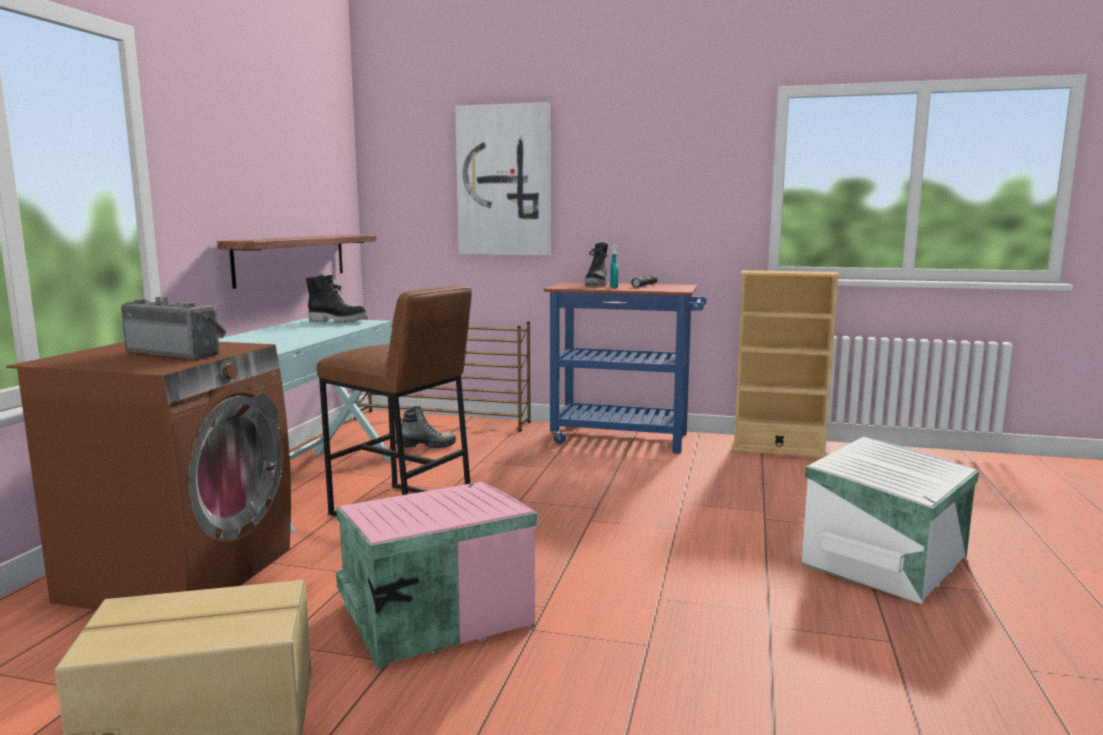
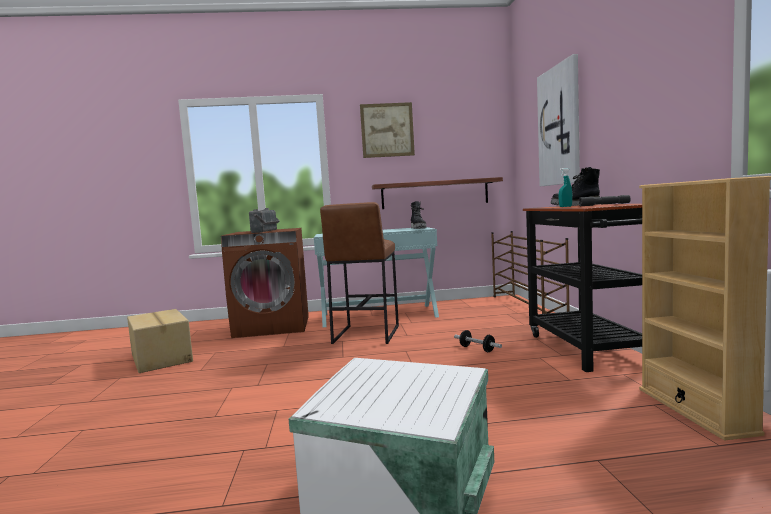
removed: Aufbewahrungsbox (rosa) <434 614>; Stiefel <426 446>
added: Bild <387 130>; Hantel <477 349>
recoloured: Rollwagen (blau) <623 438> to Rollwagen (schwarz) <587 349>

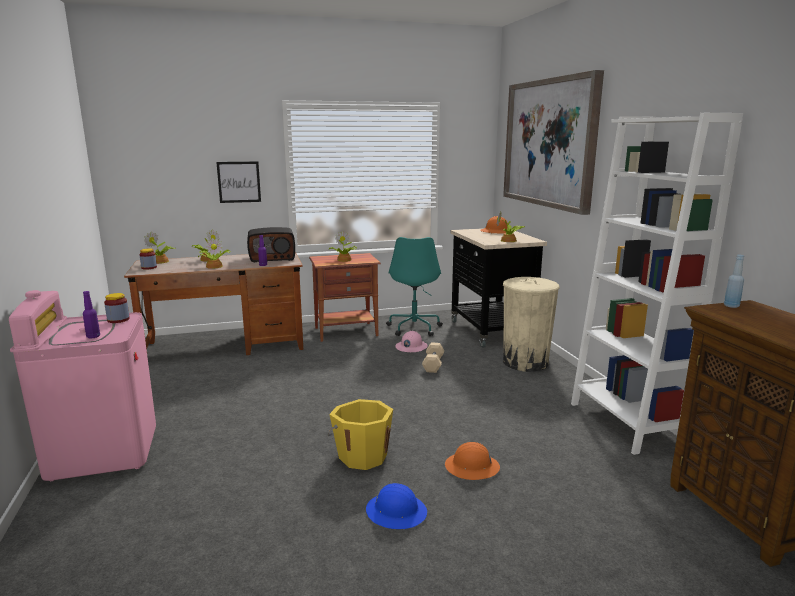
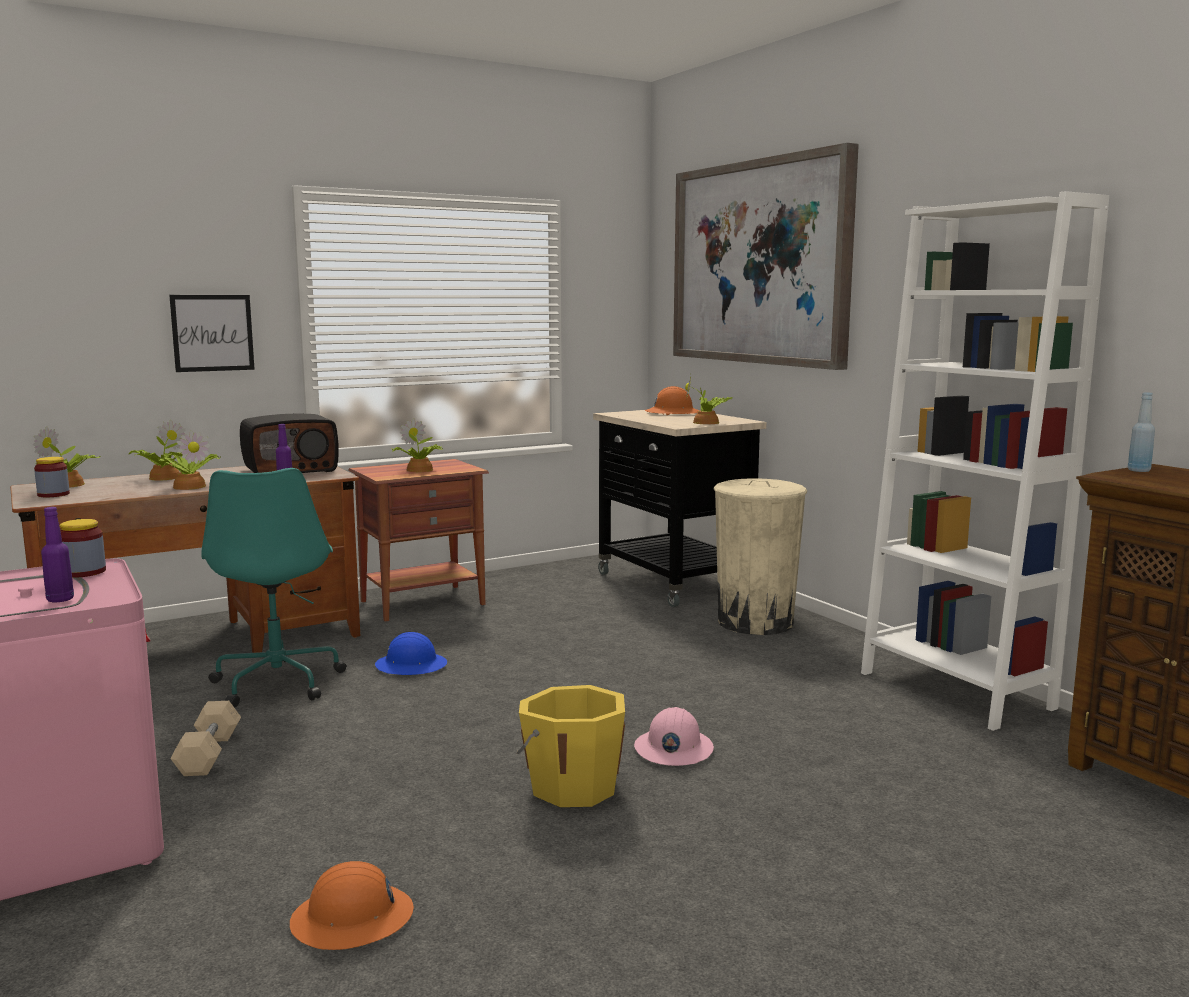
moved: Schutzhelm (blau) <396 512> to <411 666>; Bürostuhl (türkis) <414 329> to <277 685>; Schutzhelm (rosa) <411 347> to <673 749>; Hantel (beige) <433 364> to <208 754>; Schutzhelm (orange) <472 467> to <352 919>

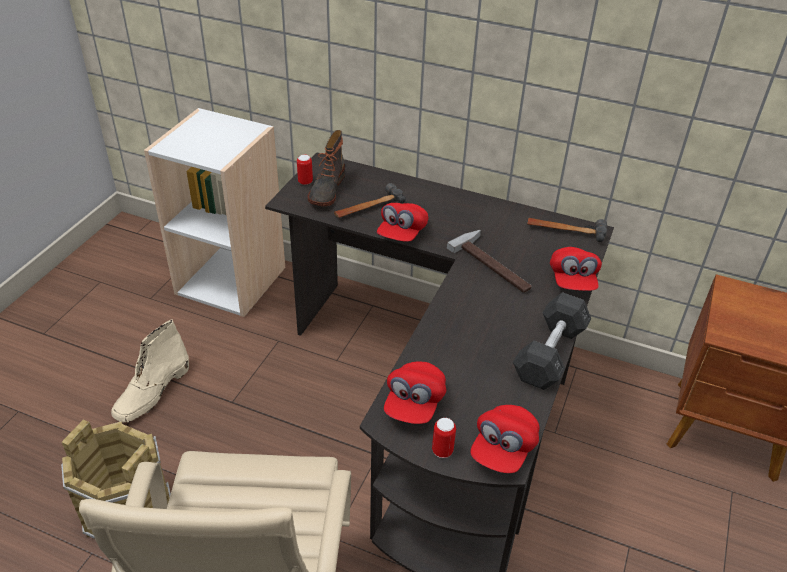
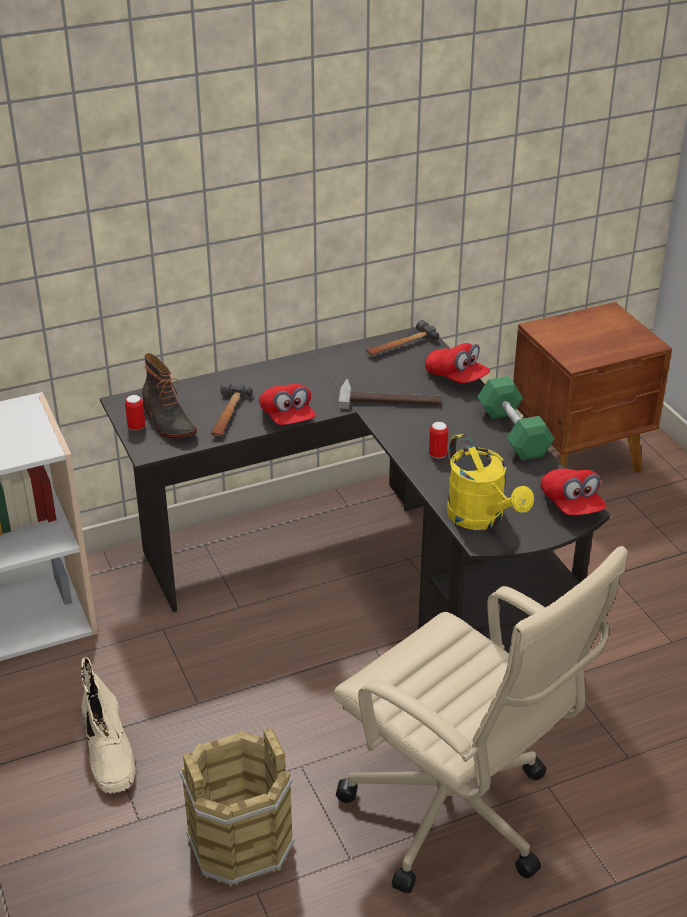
moved: Dose <442 450> to <437 454>
replaced: Kappe (rot) <414 403> to Gießkanne (gelb) <482 519>
recoloured: Hantel (grau) <550 353> to Hantel (grün) <513 433>

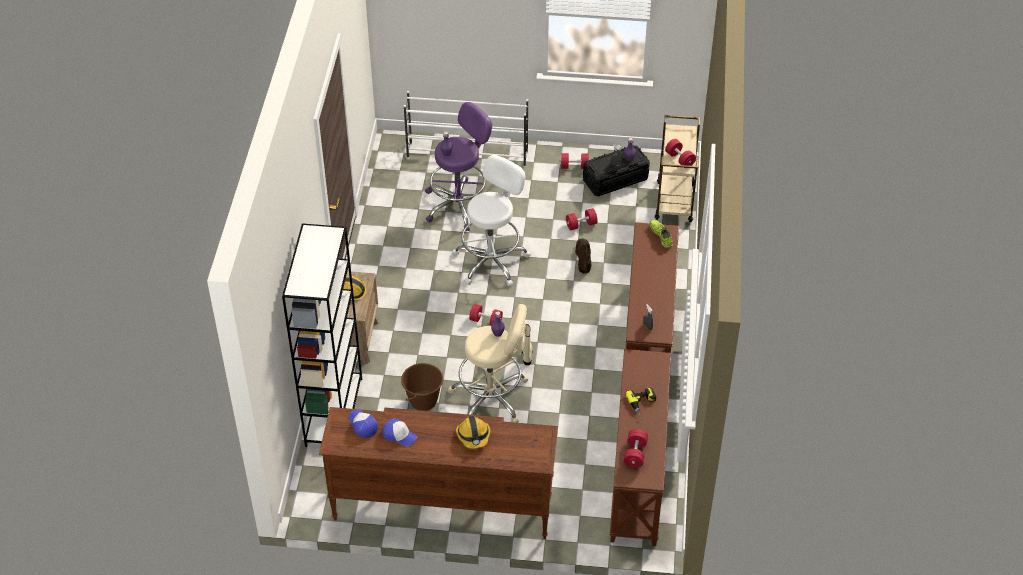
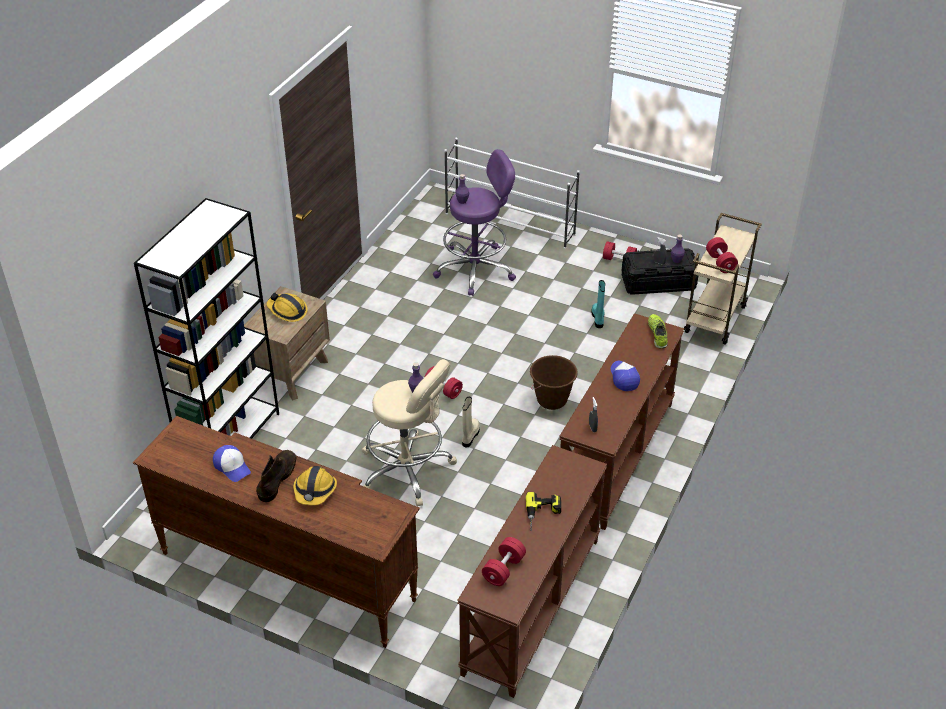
removed: Hocker (weiß) <491 260>
moved: Kappe <362 425> to <623 378>; Eimer (braun) <423 401> to <552 400>; Stiefel (braun) <583 257> to <277 478>
replaced: Hantel (rot) <581 225> to Stiefel (türkis) <598 318>

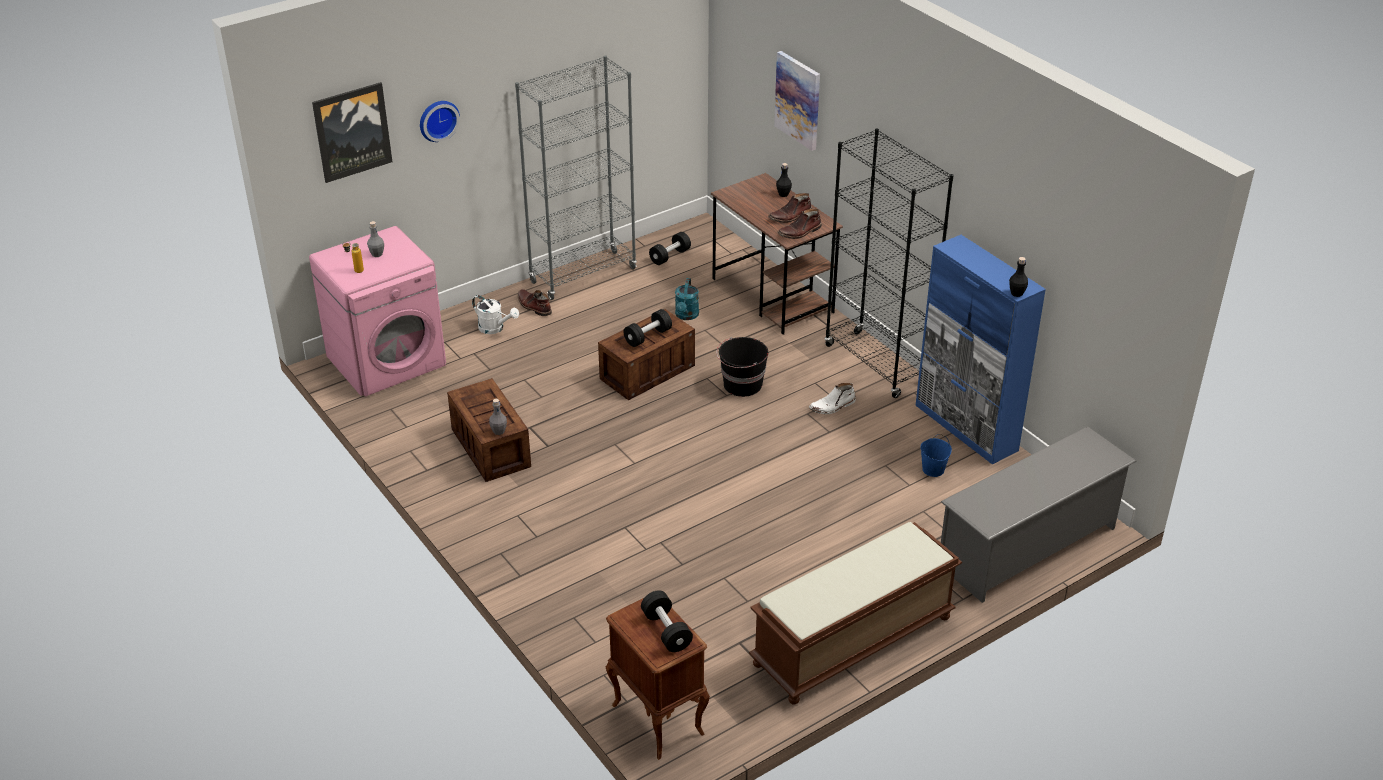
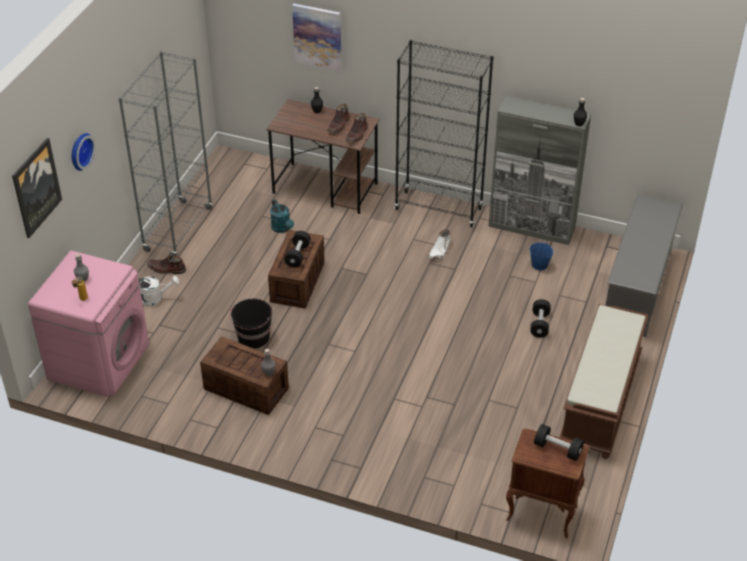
moved: Hantel (schwarz) <670 256> to <539 324>; Eimer (schwarz) <742 385> to <253 338>
recoloured: Schrank (blau) <966 428> to Schrank (grau) <532 228>

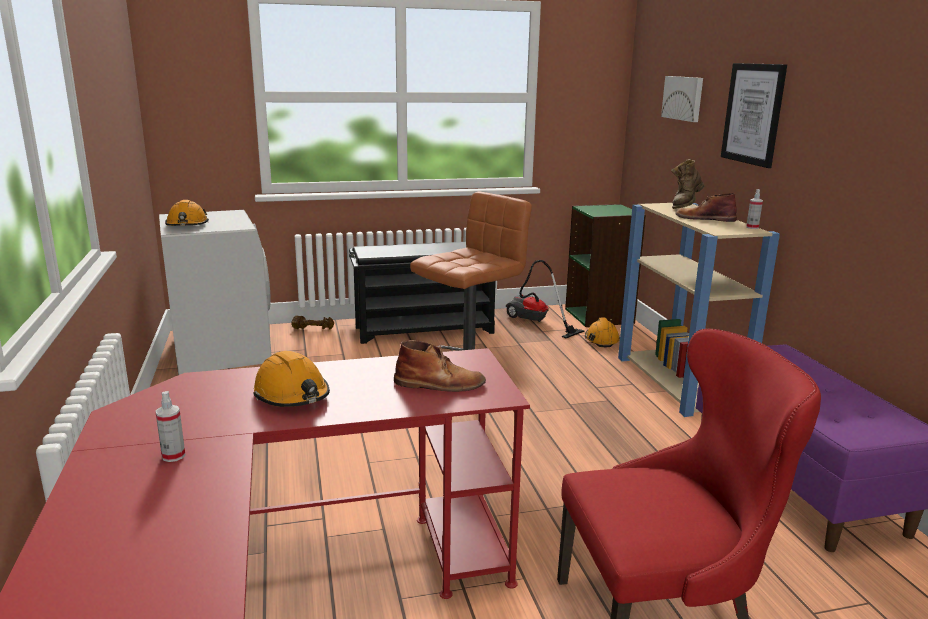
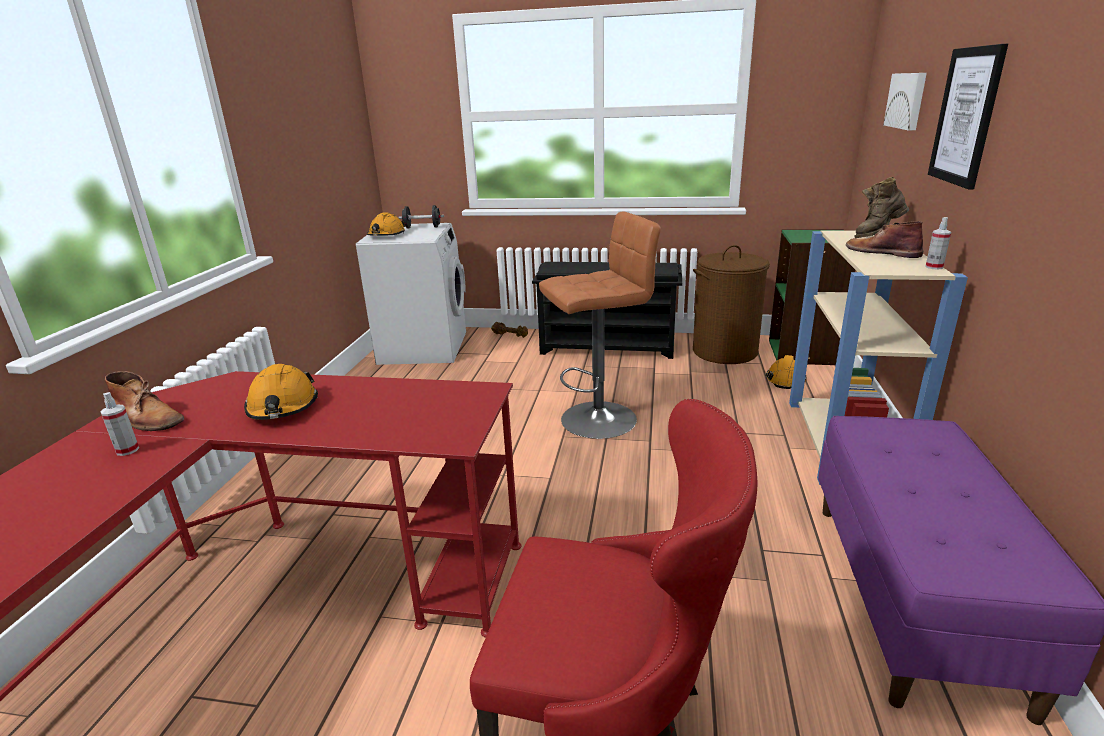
added: Hantel (schwarz) <422 227>
moved: Stiefel (braun) <440 384> to <147 419>
replaced: Staubsauger <535 322> to Wäschekorb (braun) <724 351>

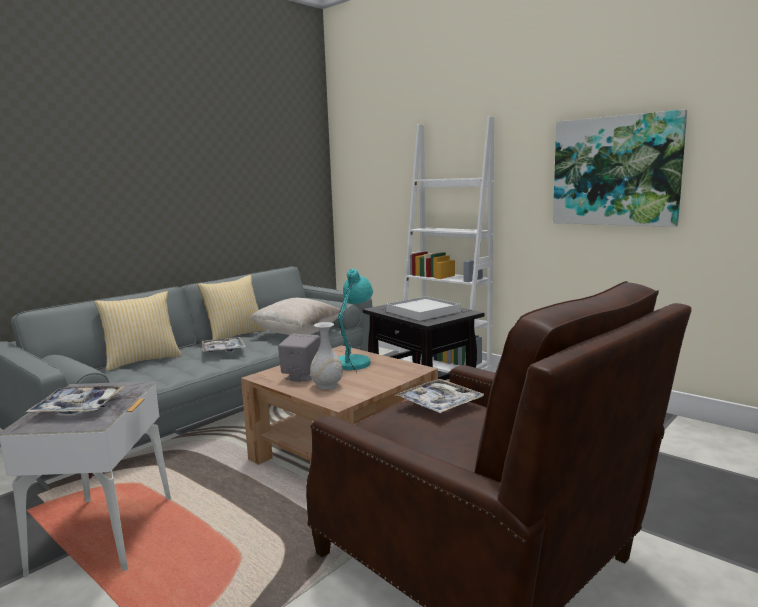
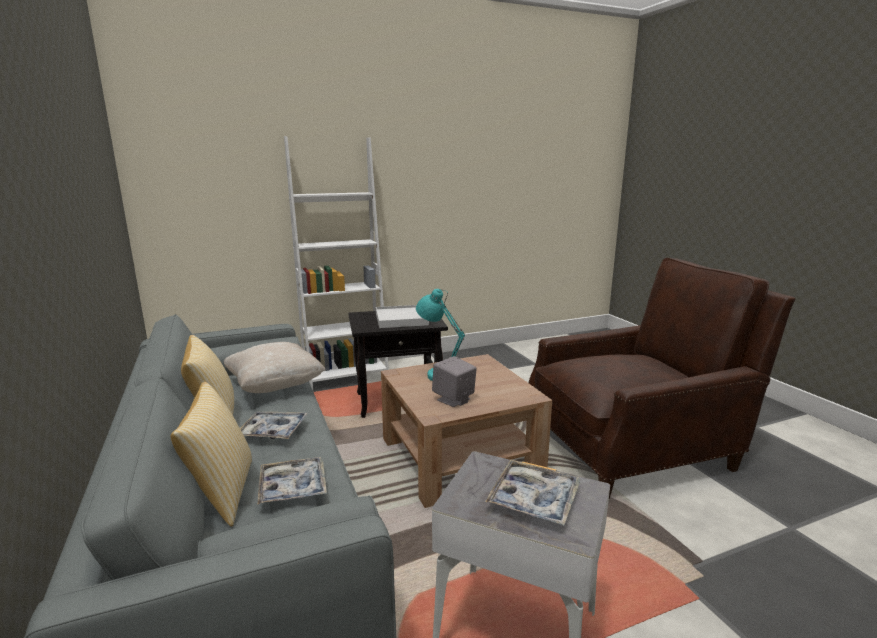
removed: Vase (weiß) <327 386>; Bild <615 171>
moved: Tablett <439 404> to <293 487>

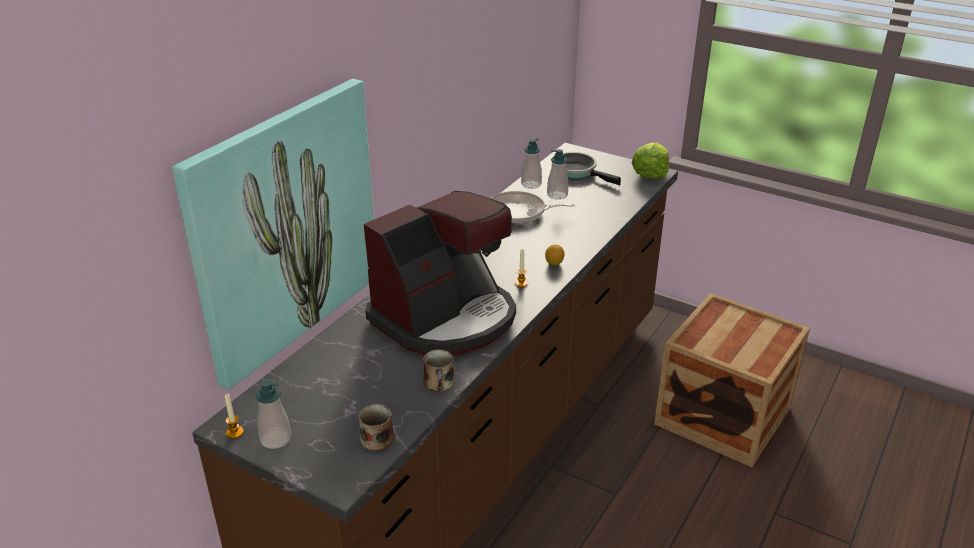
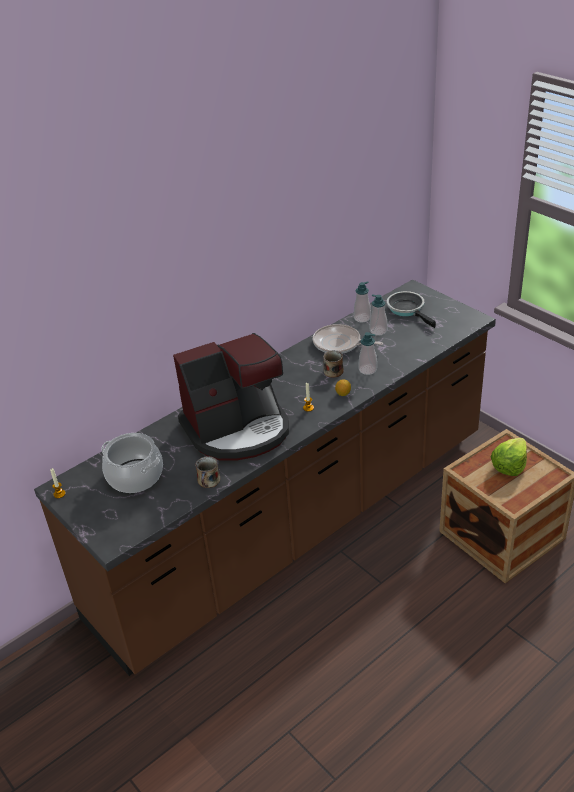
removed: Bild <285 228>
added: Kochtopf <135 476>
moved: Seifenspender <275 439> to <367 370>; Henkelbecher <376 437> to <333 370>; Salatkopf <650 172> to <509 465>

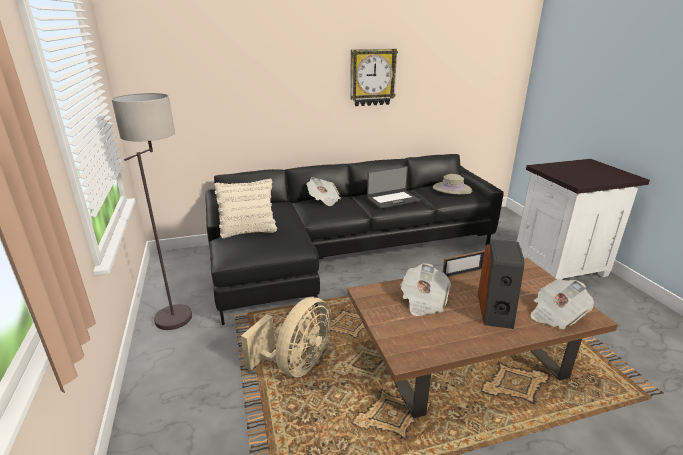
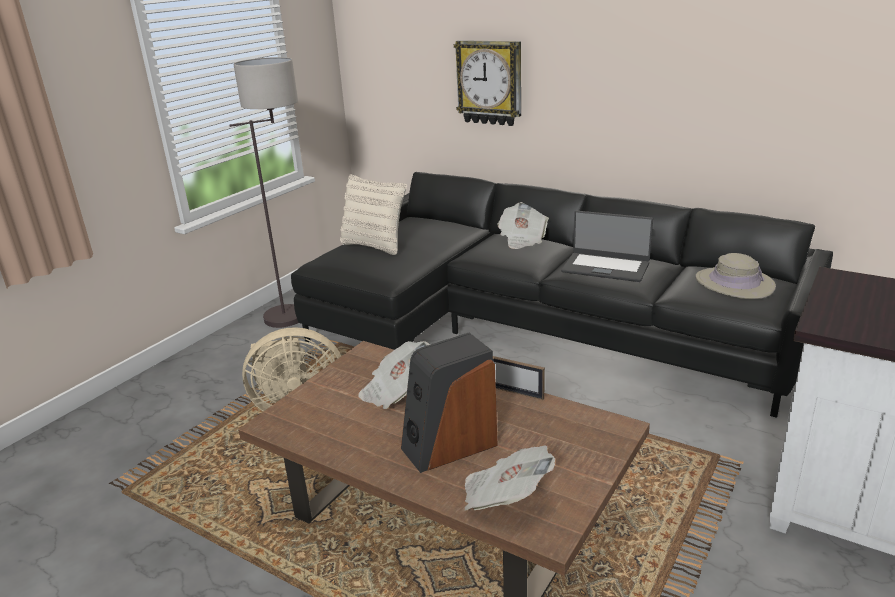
moved: Wanduhr <372 77> to <490 82>

